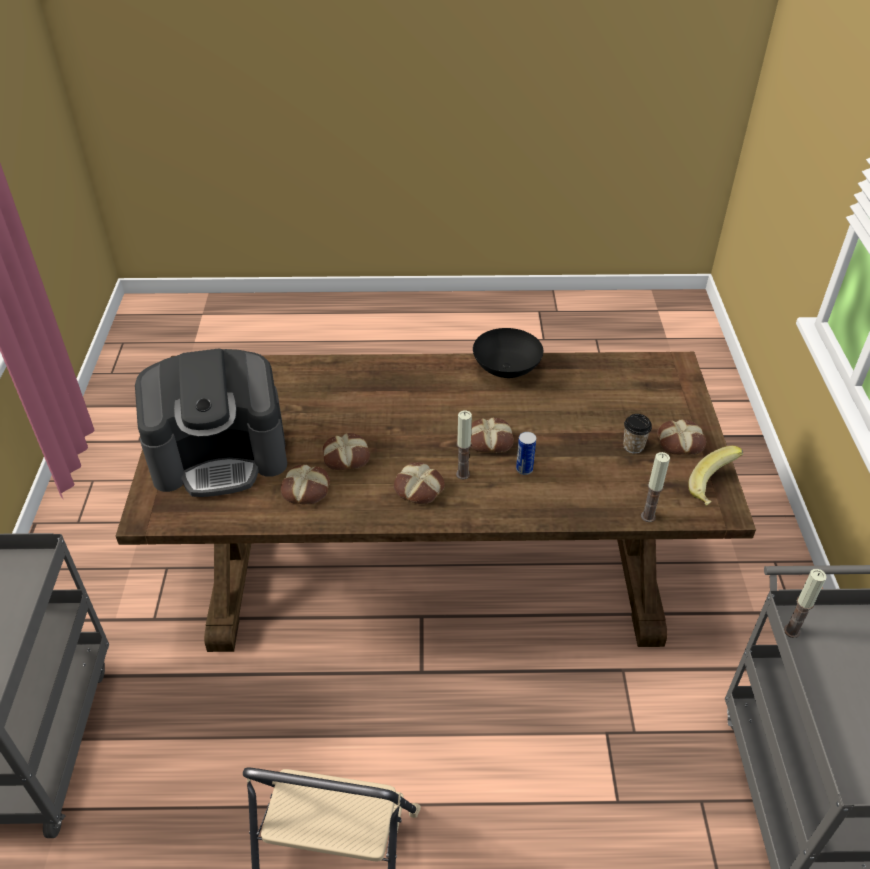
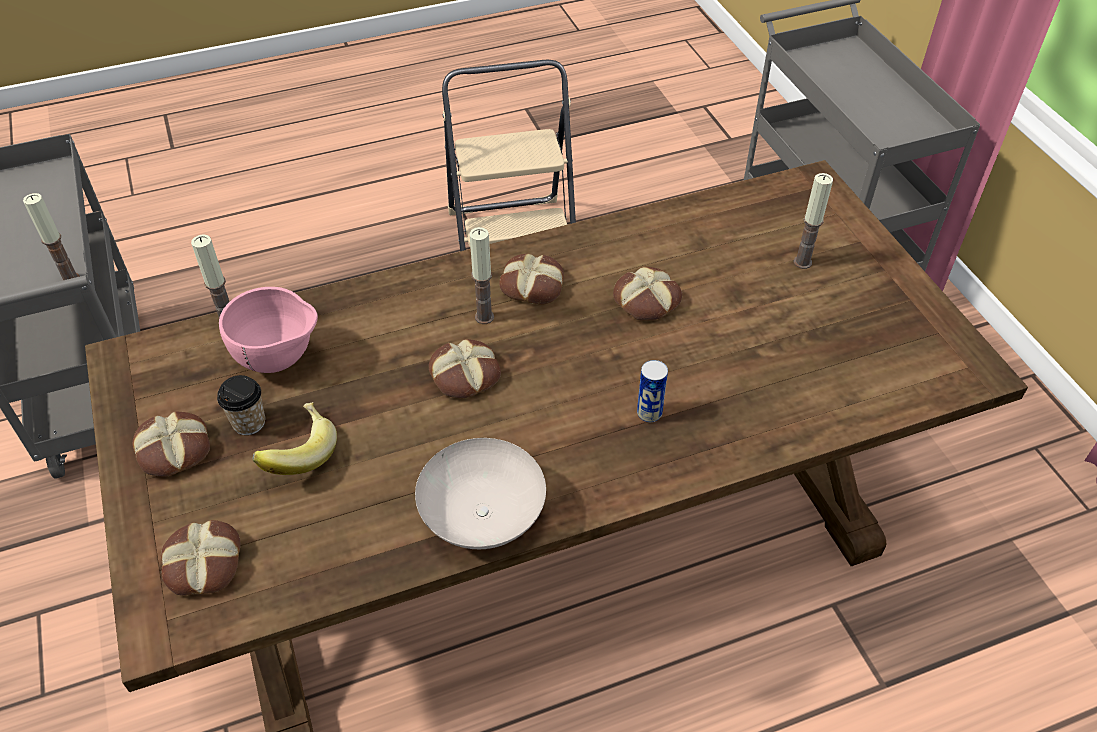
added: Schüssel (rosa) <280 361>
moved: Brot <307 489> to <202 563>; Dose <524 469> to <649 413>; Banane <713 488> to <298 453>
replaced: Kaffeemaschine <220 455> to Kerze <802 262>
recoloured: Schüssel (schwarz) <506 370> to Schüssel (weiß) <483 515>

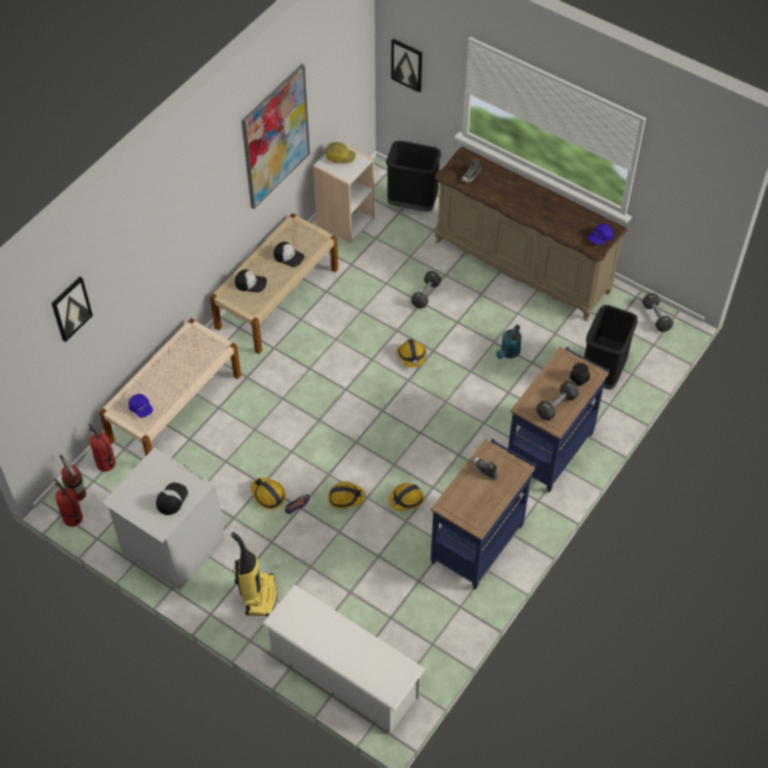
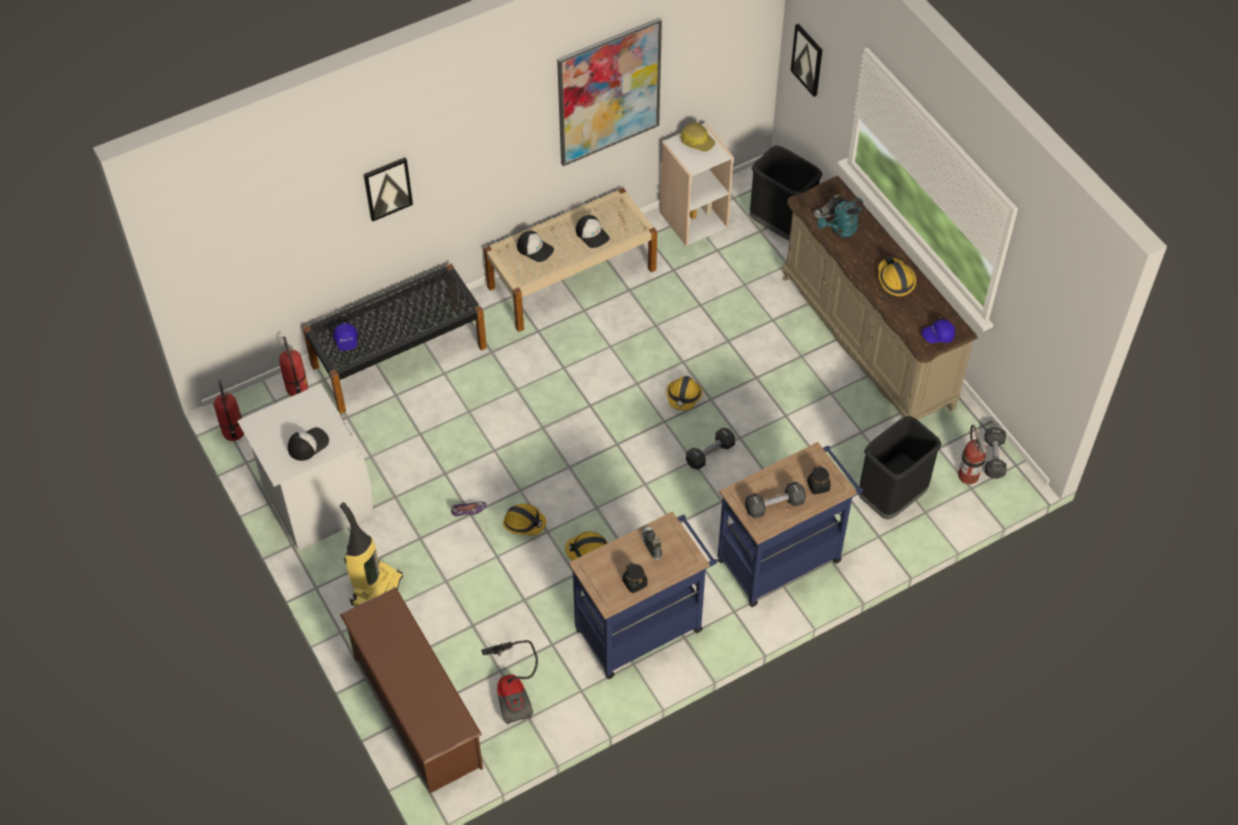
added: Staubsauger <513 691>; Vorratsglas (schwarz) <634 583>
moved: Bild <71 308> to <387 188>; Feuerlöscher <77 494> to <968 475>; Schutzhelm <268 495> to <895 280>; Hantel (schwarz) <425 294> to <710 454>; Gießkanne (türkis) <508 353> to <840 230>
recoloured: Bank (beige) <174 407> to Bank (schwarz) <398 356>; Schuhregal (weiß) <344 675> to Schuhregal (braun) <416 711>

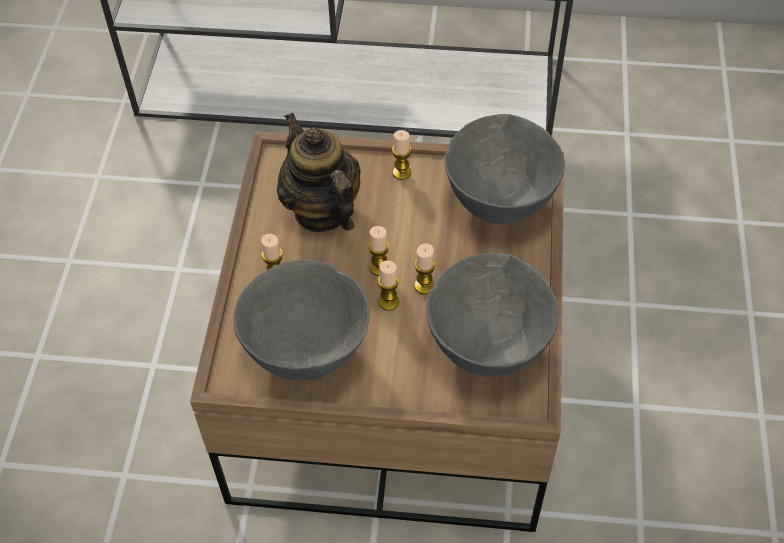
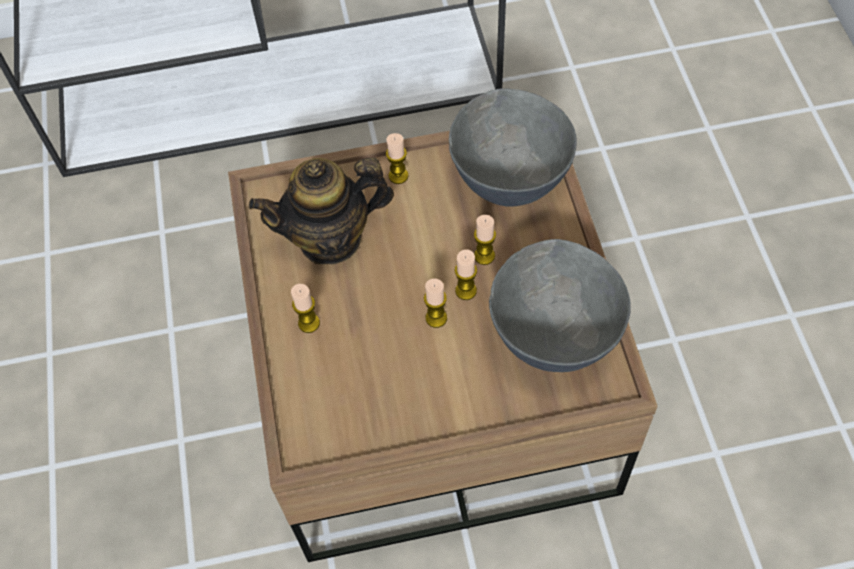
removed: Schüssel (grau) <307 352>
moved: Kerze <379 268> to <484 256>
turned: Teekanne <321 210> = <330 239> 60 degrees counterclockwise

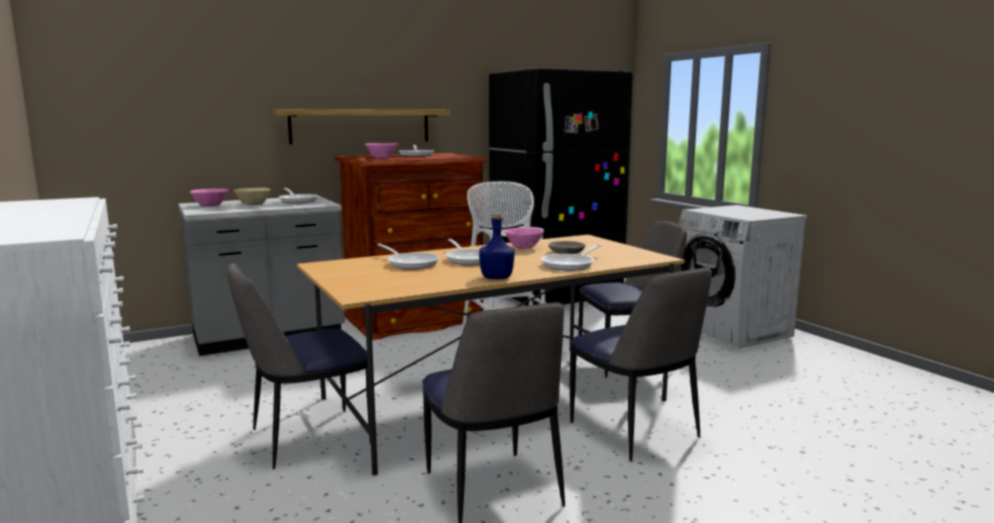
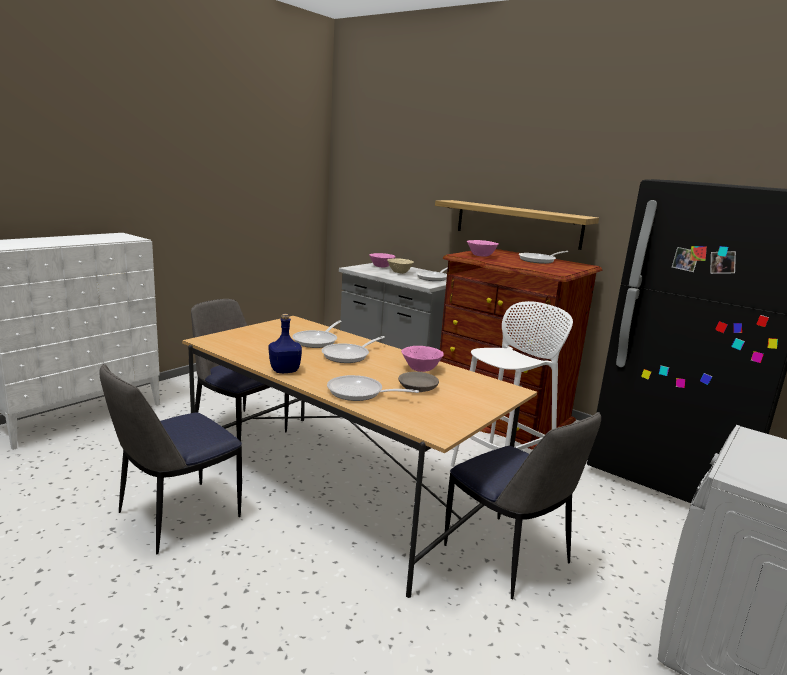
removed: Stuhl <635 432>

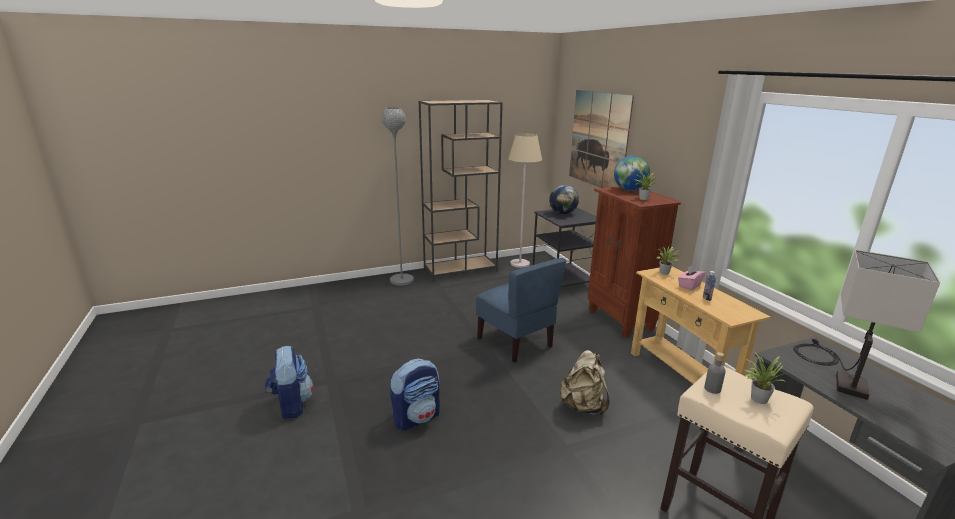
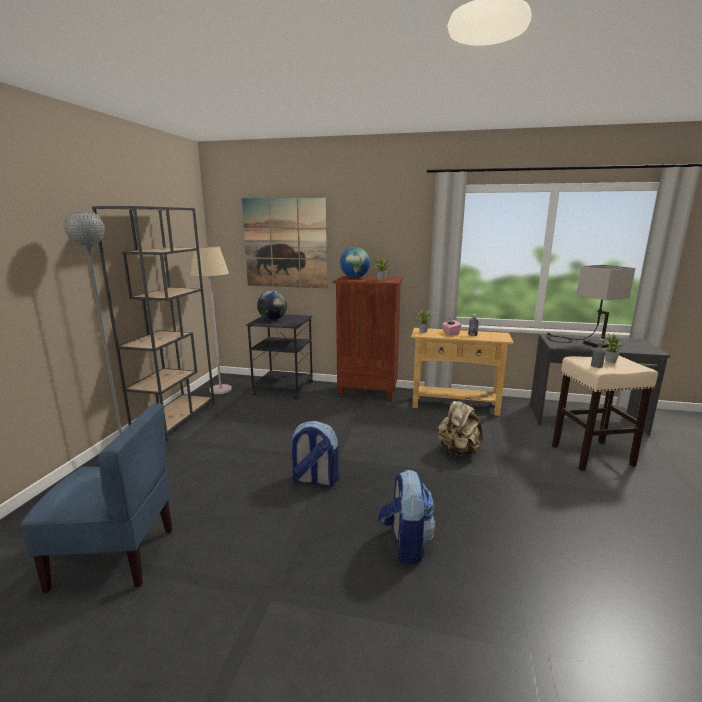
moved: Rucksack <291 405> to <314 480>; Stuhl (blau) <515 342> to <115 557>

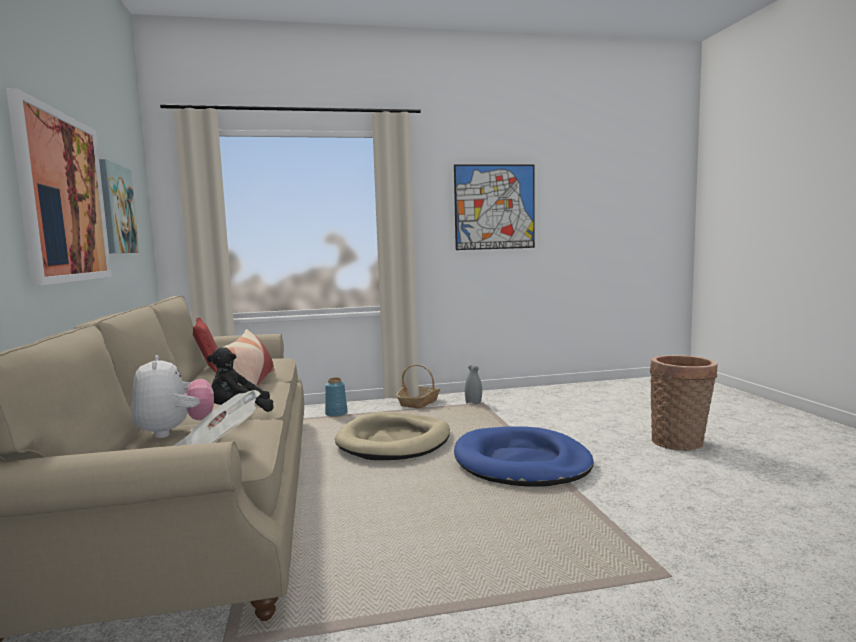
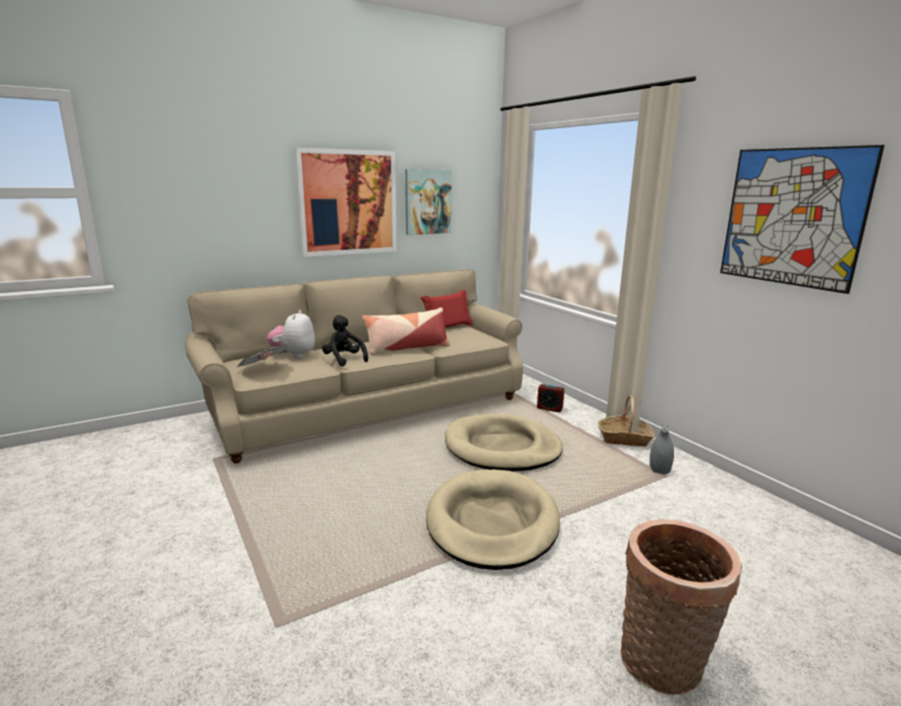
replaced: Vase (blau) <336 414> to Wecker <549 409>
recoloured: Hundebett (blau) <521 463> to Hundebett (beige) <492 523>
turned: Plüschtier <174 432> = <294 355> 135 degrees clockwise

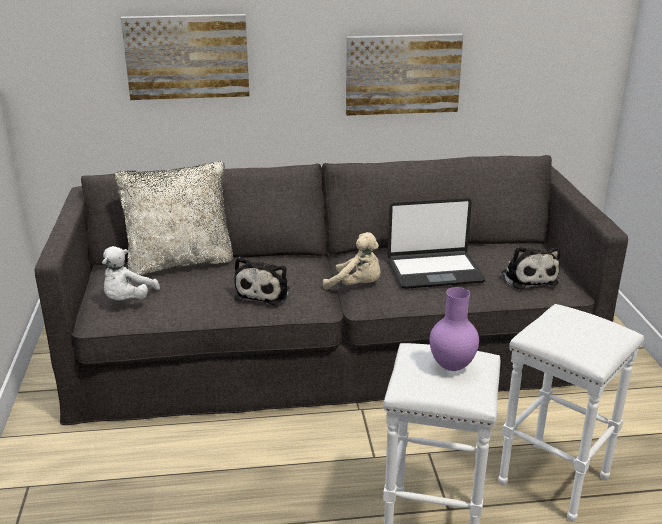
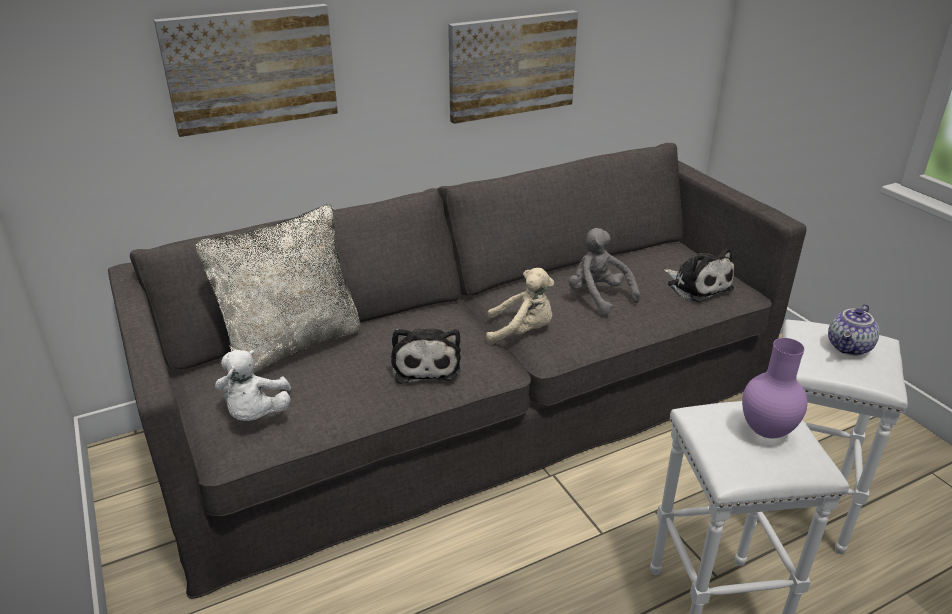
added: Teekanne <850 348>
replaced: Laptop <434 271> to Plüschtier (grau) <598 296>

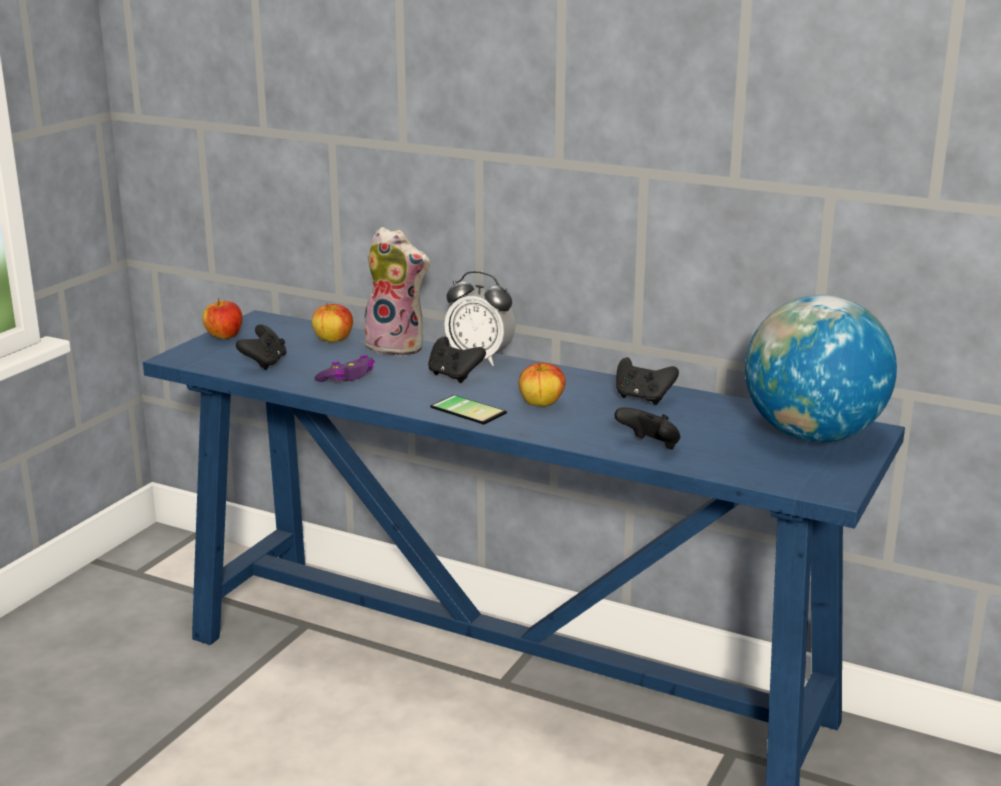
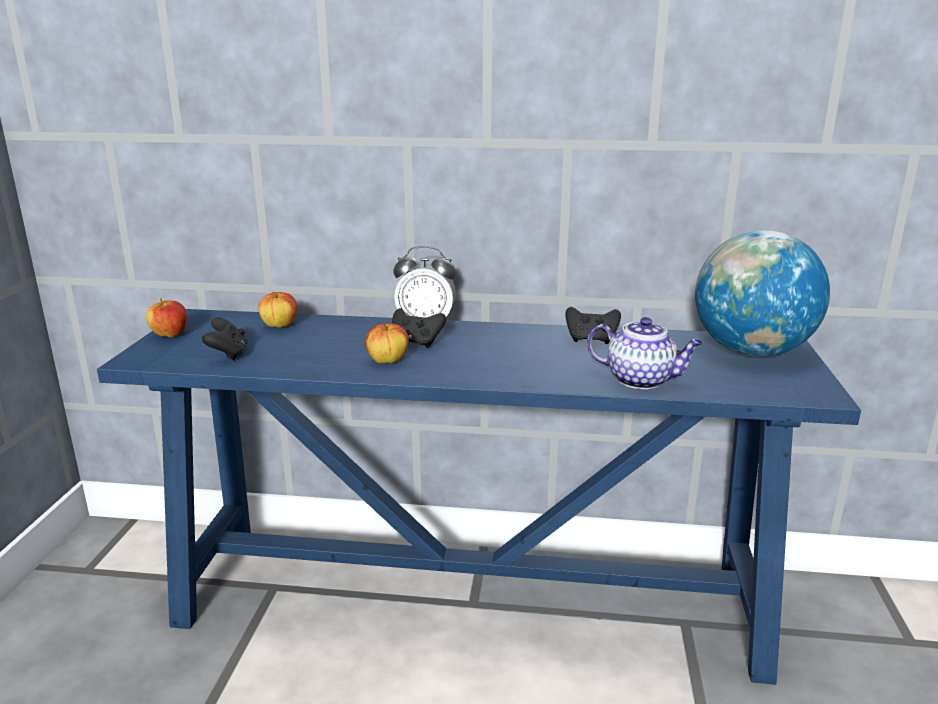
removed: Gamepad (lila) <347 377>; Plüschtier <398 346>; Handy <471 409>
moved: Apfel <541 404> to <388 361>
replaced: Gamepad (schwarz) <650 446> to Teekanne <641 380>

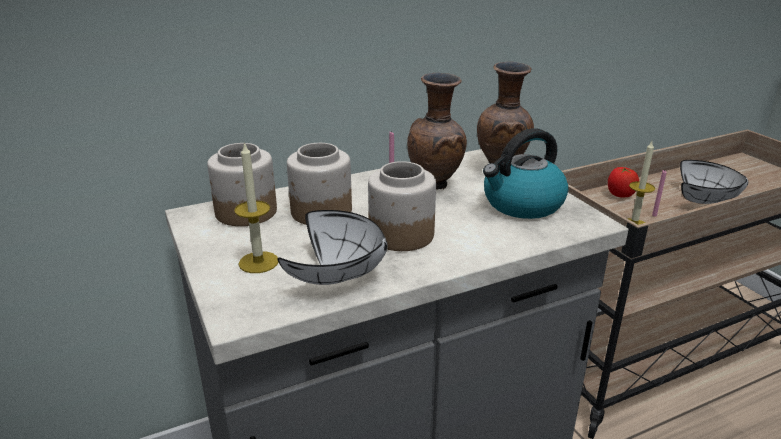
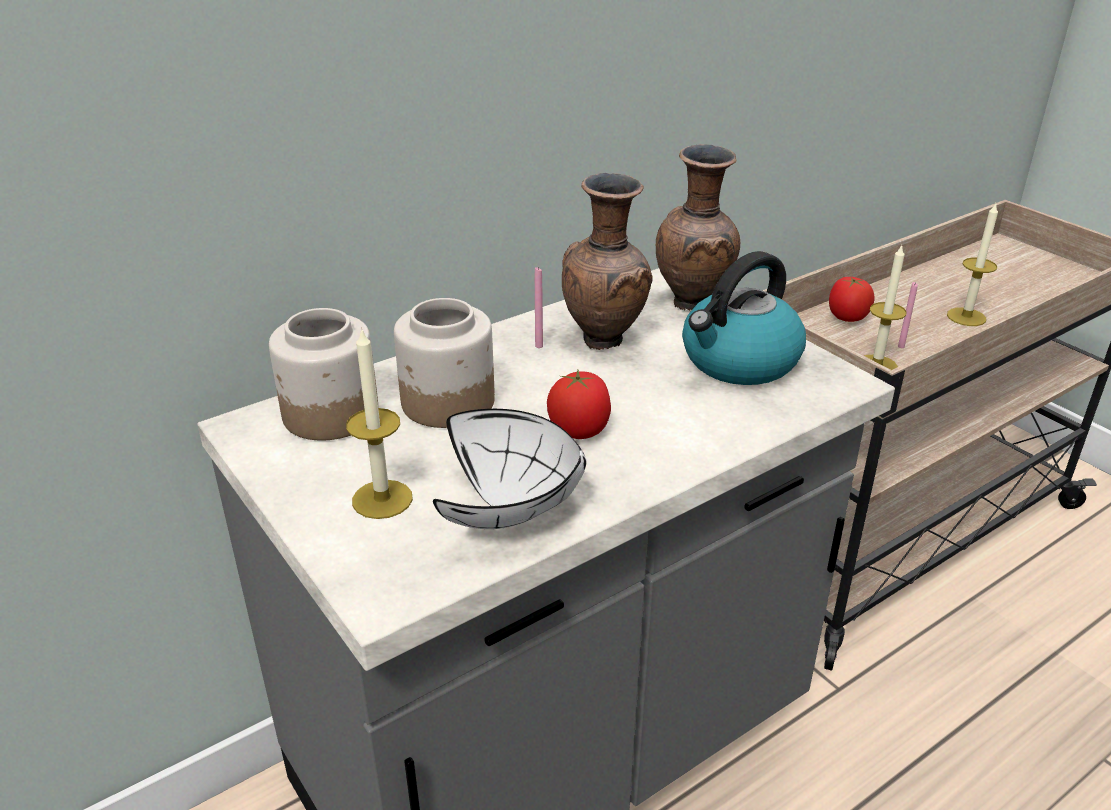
replaced: Vorratsglas <400 235> to Tomate <579 430>; Schüssel (weiß) <706 201> to Kerze <966 317>

